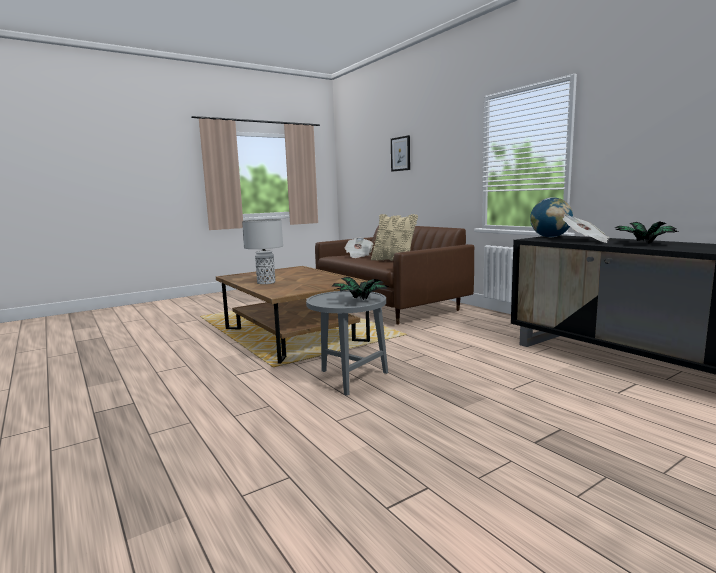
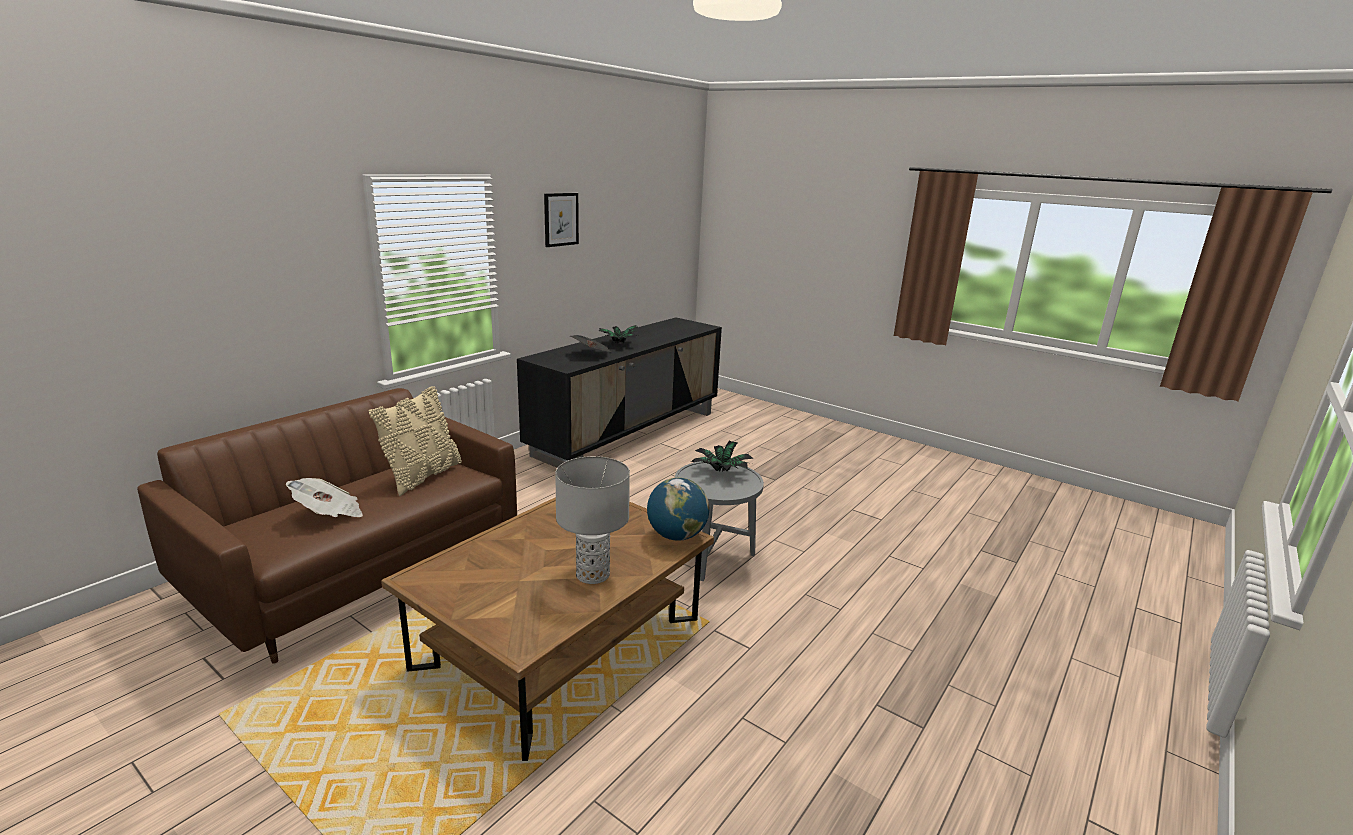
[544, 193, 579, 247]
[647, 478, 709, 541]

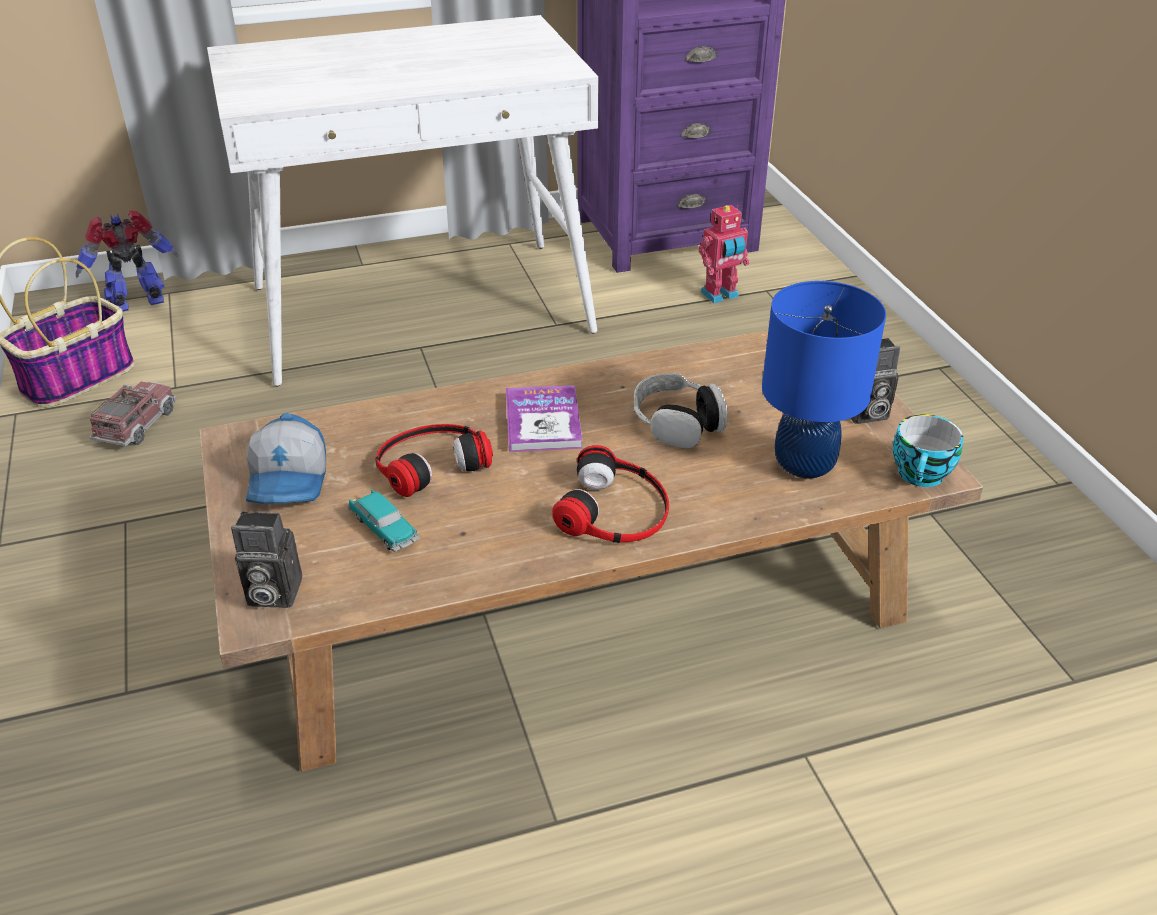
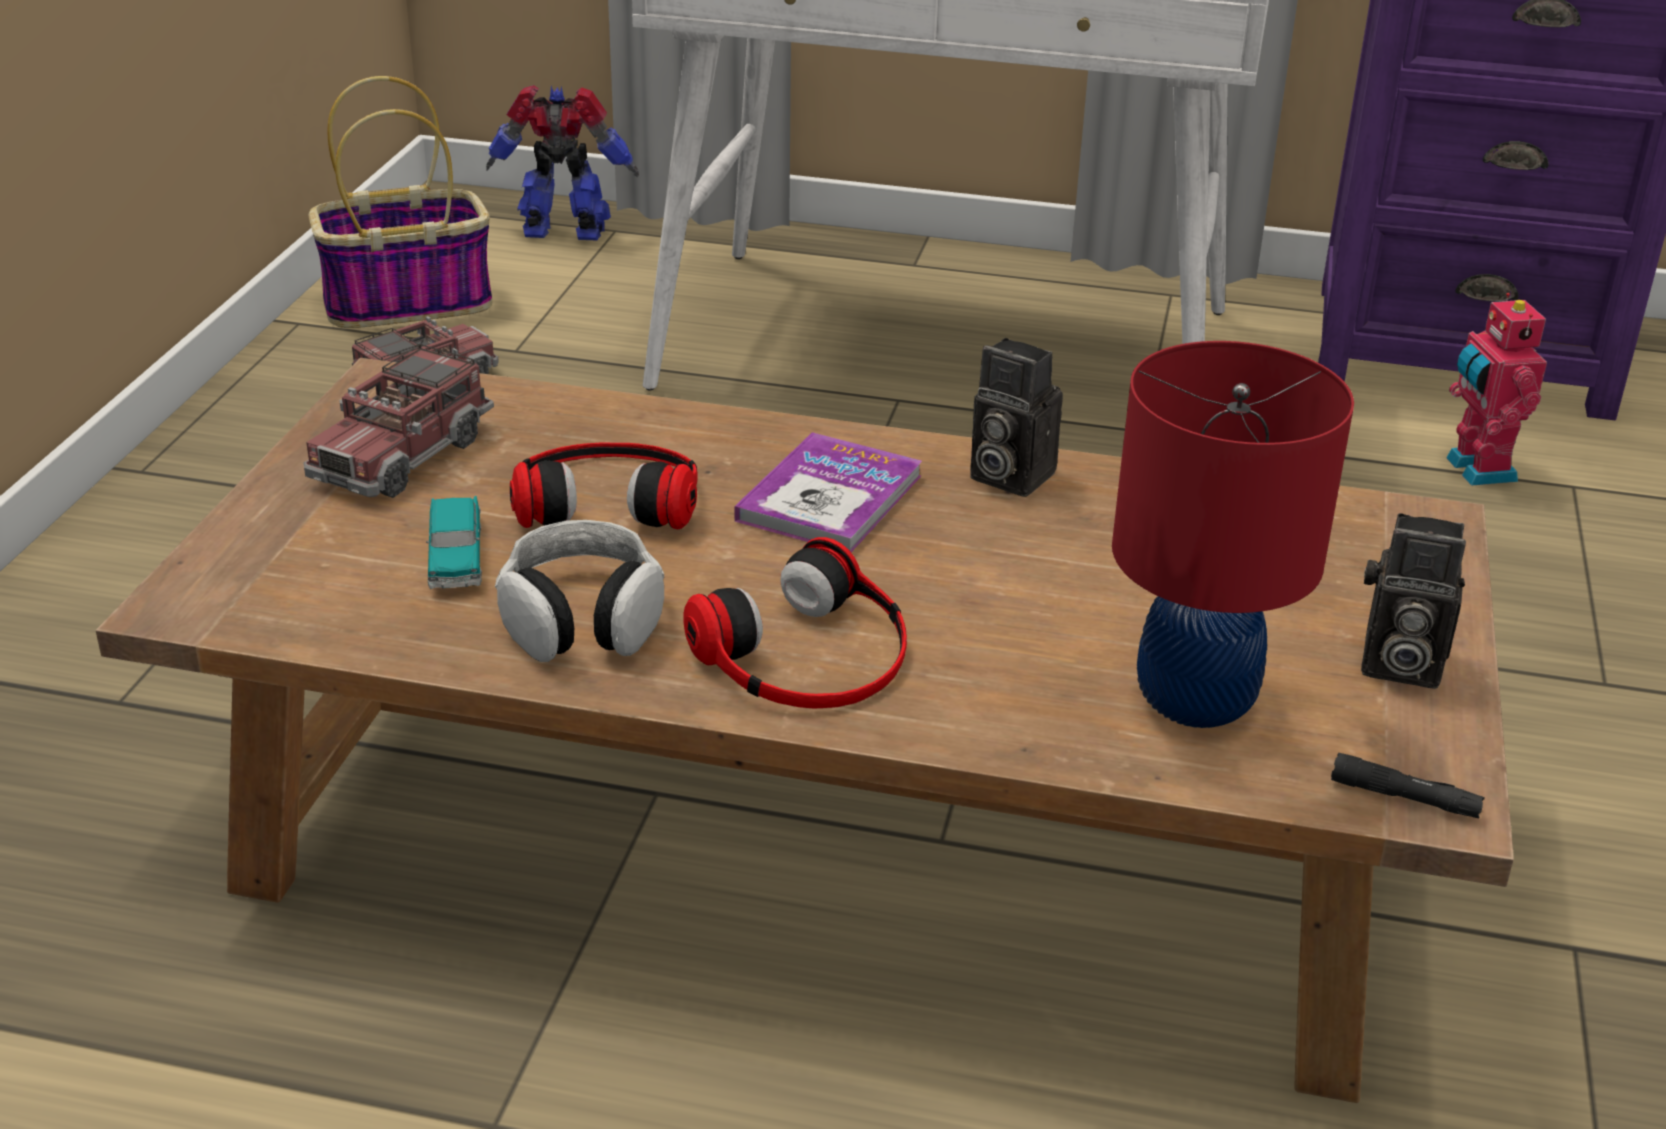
[1447, 293, 1547, 486]
[1112, 341, 1354, 728]
[495, 520, 664, 662]
[303, 344, 494, 498]
[1331, 753, 1485, 818]
[970, 338, 1063, 497]

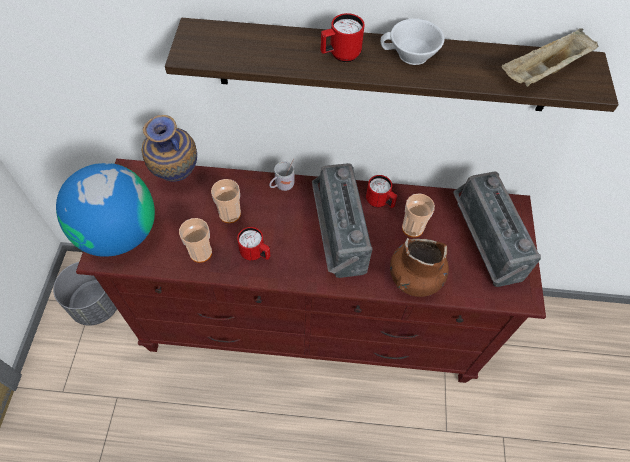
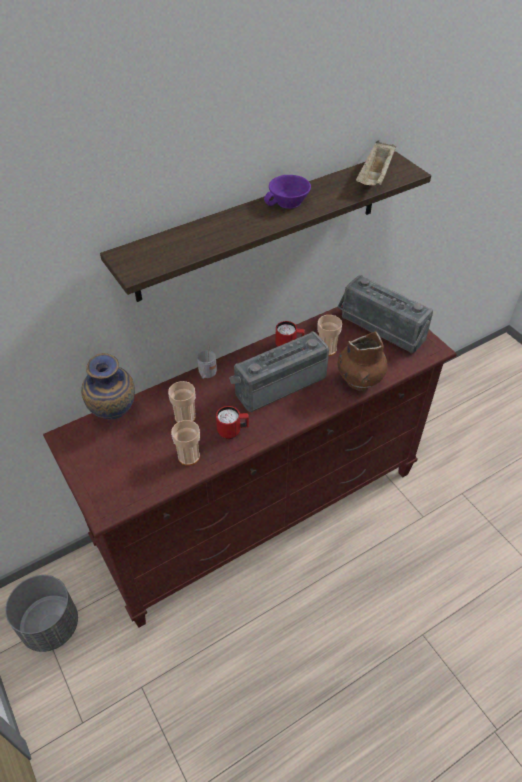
[321, 13, 365, 62] (first image)
[264, 175, 311, 209]
[56, 163, 155, 257] (first image)
[229, 332, 329, 412]

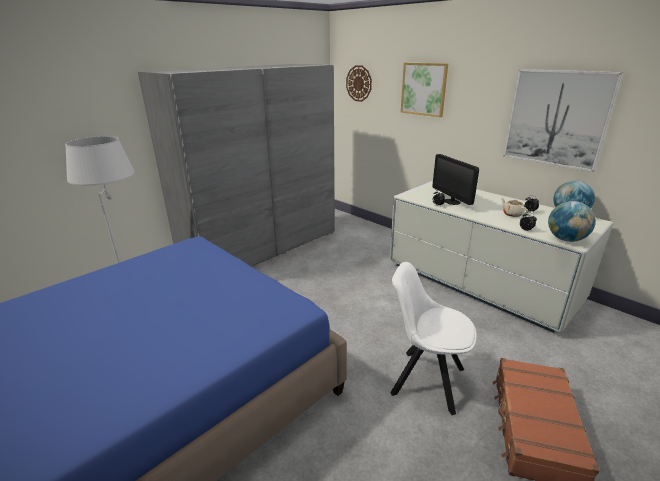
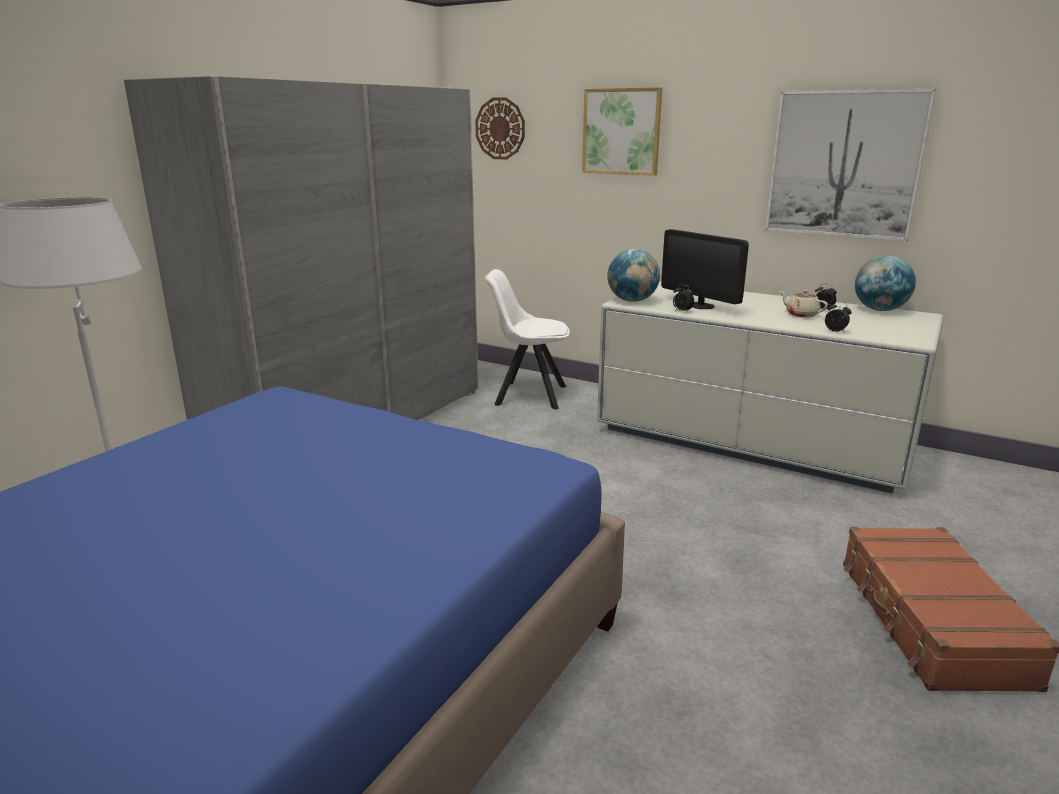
[607, 249, 660, 302]
[485, 269, 570, 409]

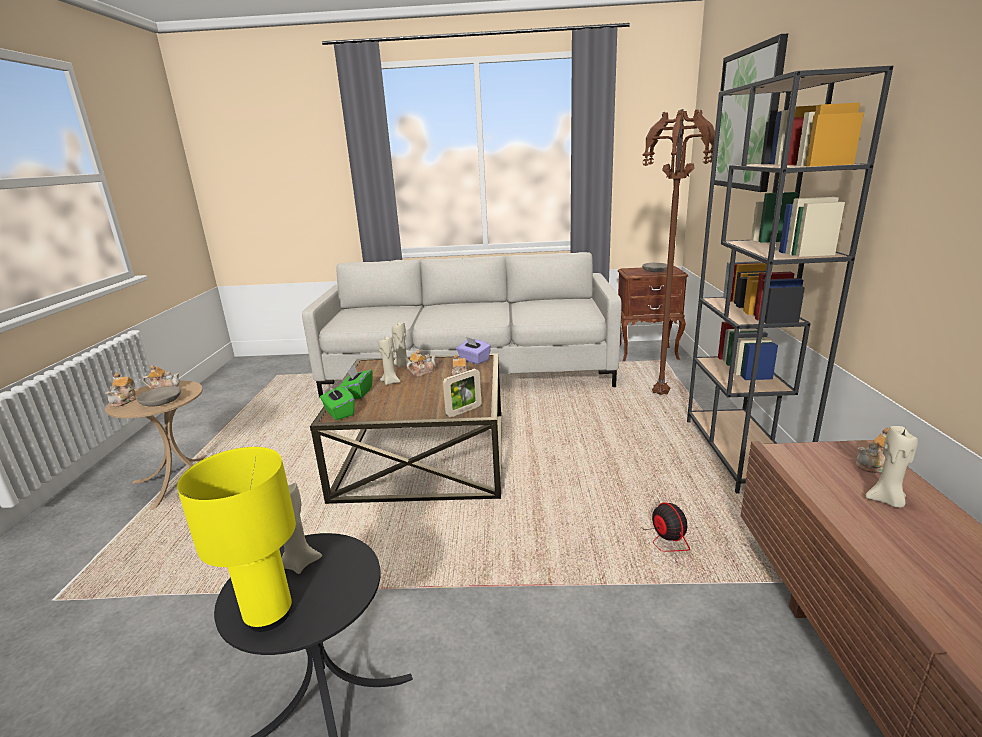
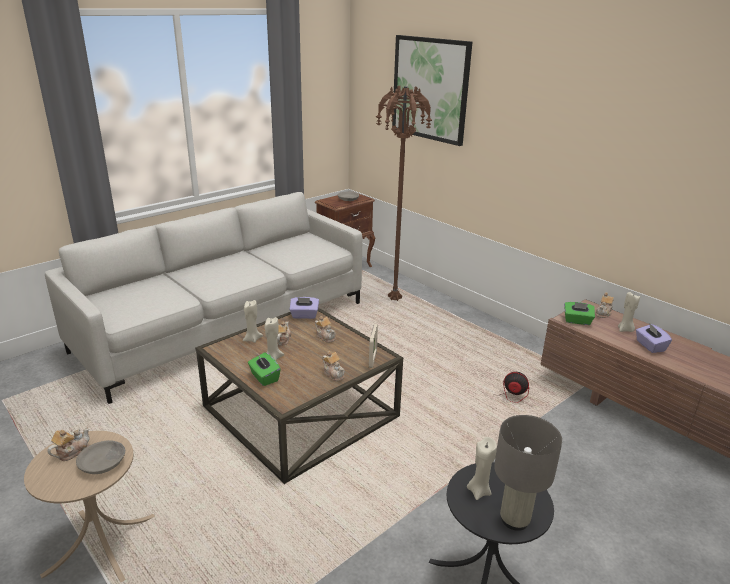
[687, 66, 893, 493] (first image)
[322, 351, 345, 381]
[564, 302, 595, 325]
[494, 415, 562, 531]
[636, 323, 672, 353]

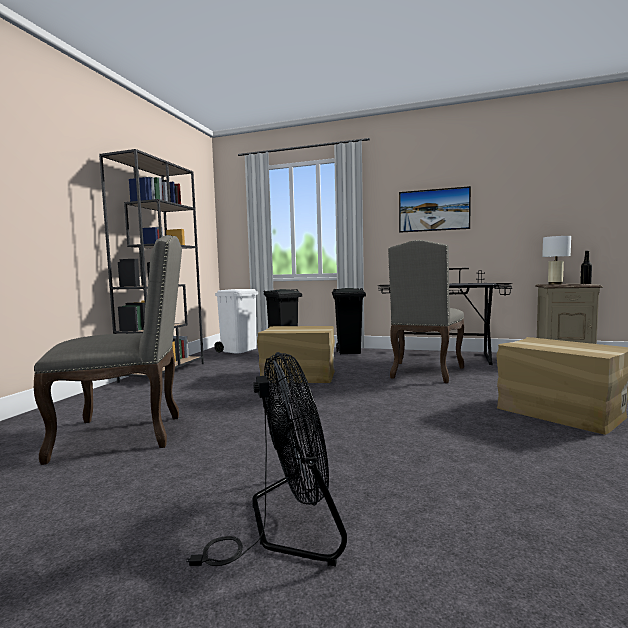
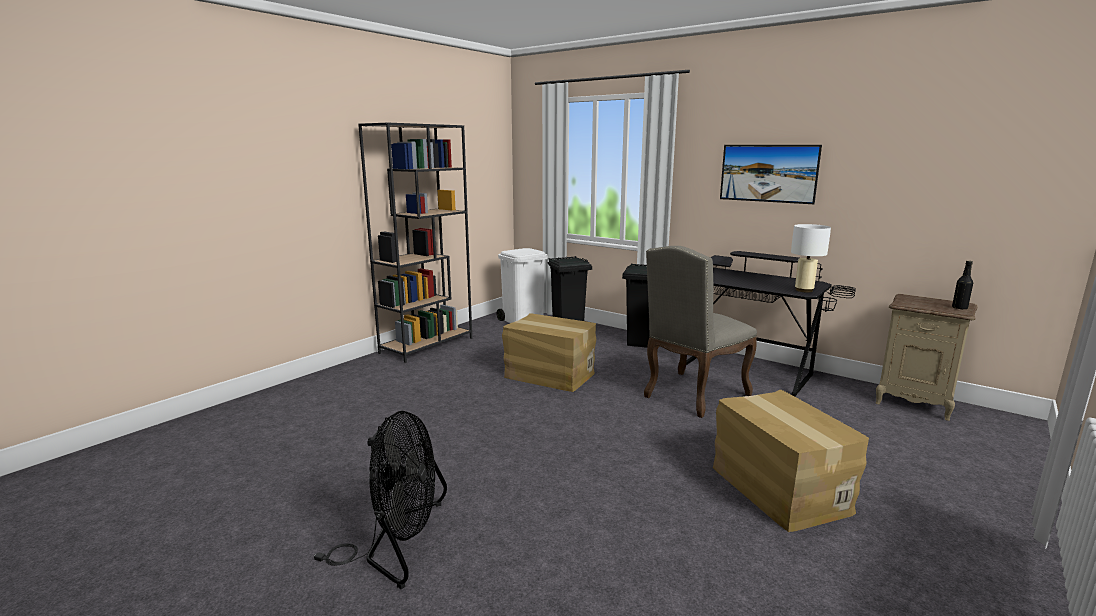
[34, 235, 182, 465] (first image)
[791, 224, 831, 293]

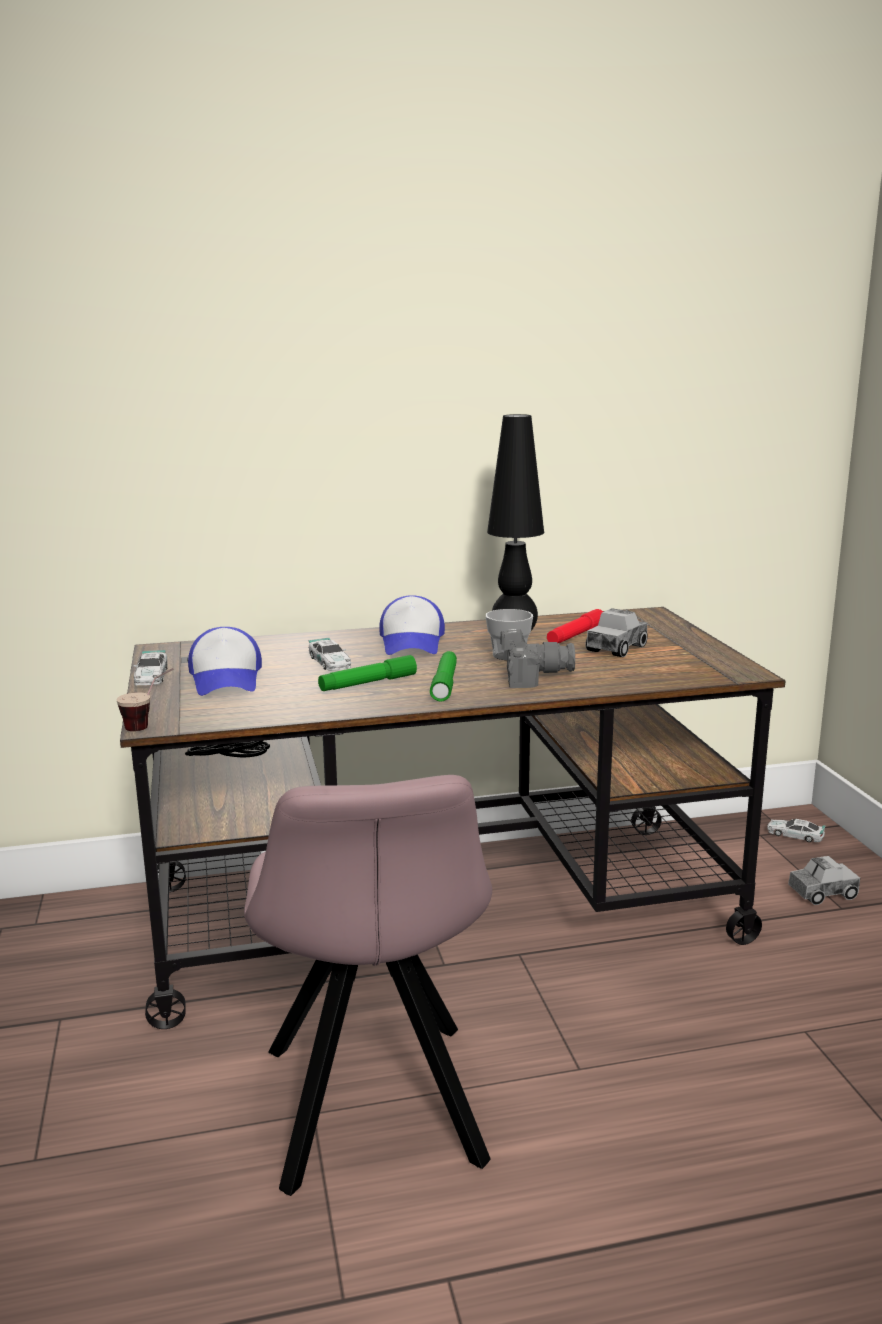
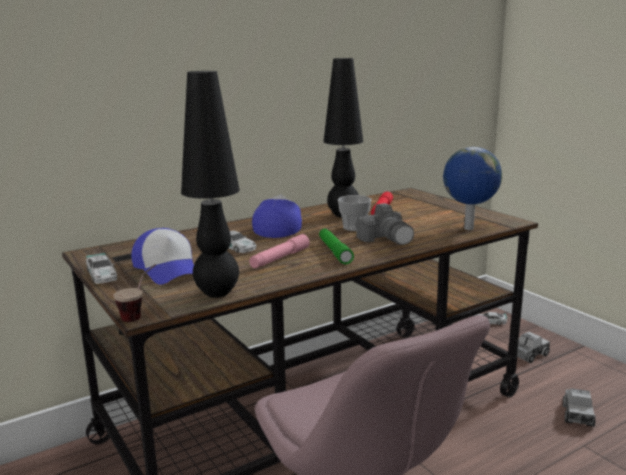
[252, 195, 302, 238]
[563, 388, 596, 427]
[355, 203, 414, 245]
[249, 234, 310, 268]
[181, 71, 240, 298]
[443, 147, 502, 230]

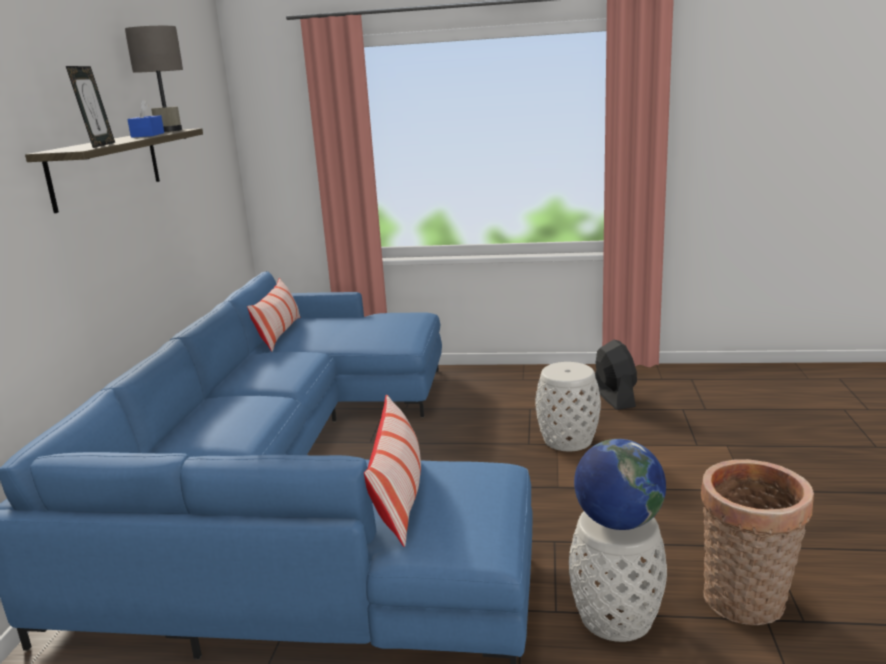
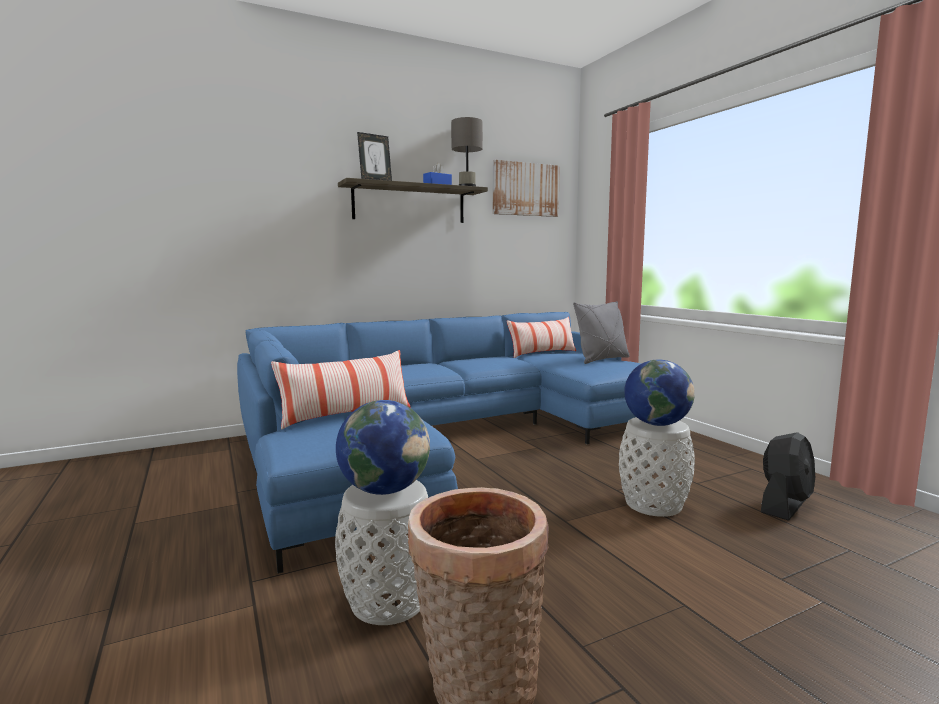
[493, 160, 560, 217]
[573, 301, 630, 364]
[624, 360, 695, 426]

